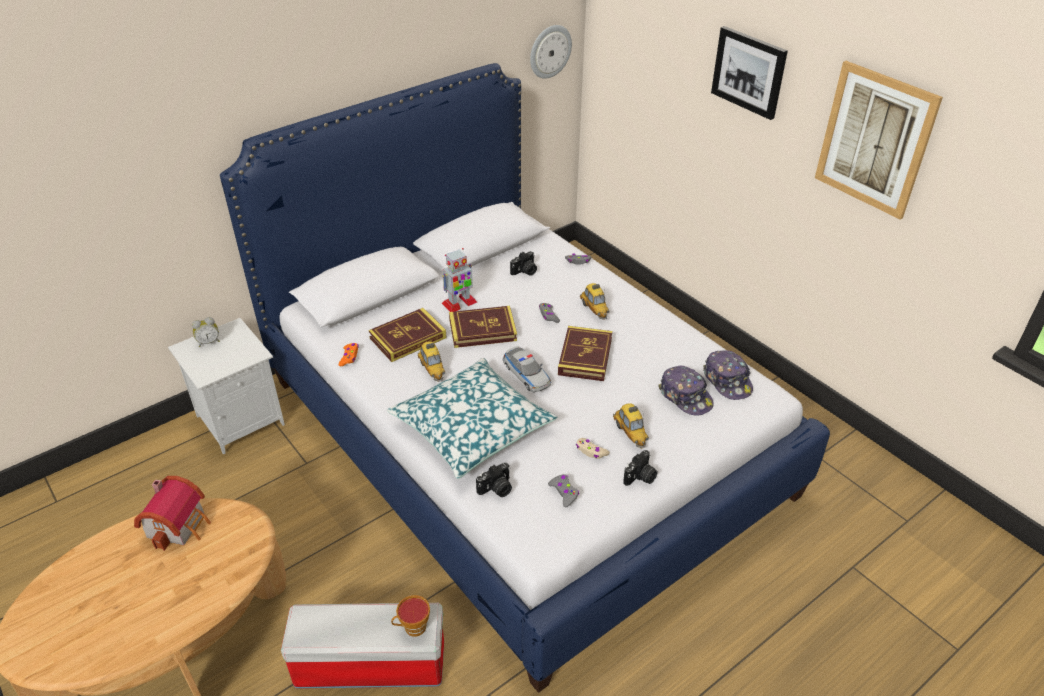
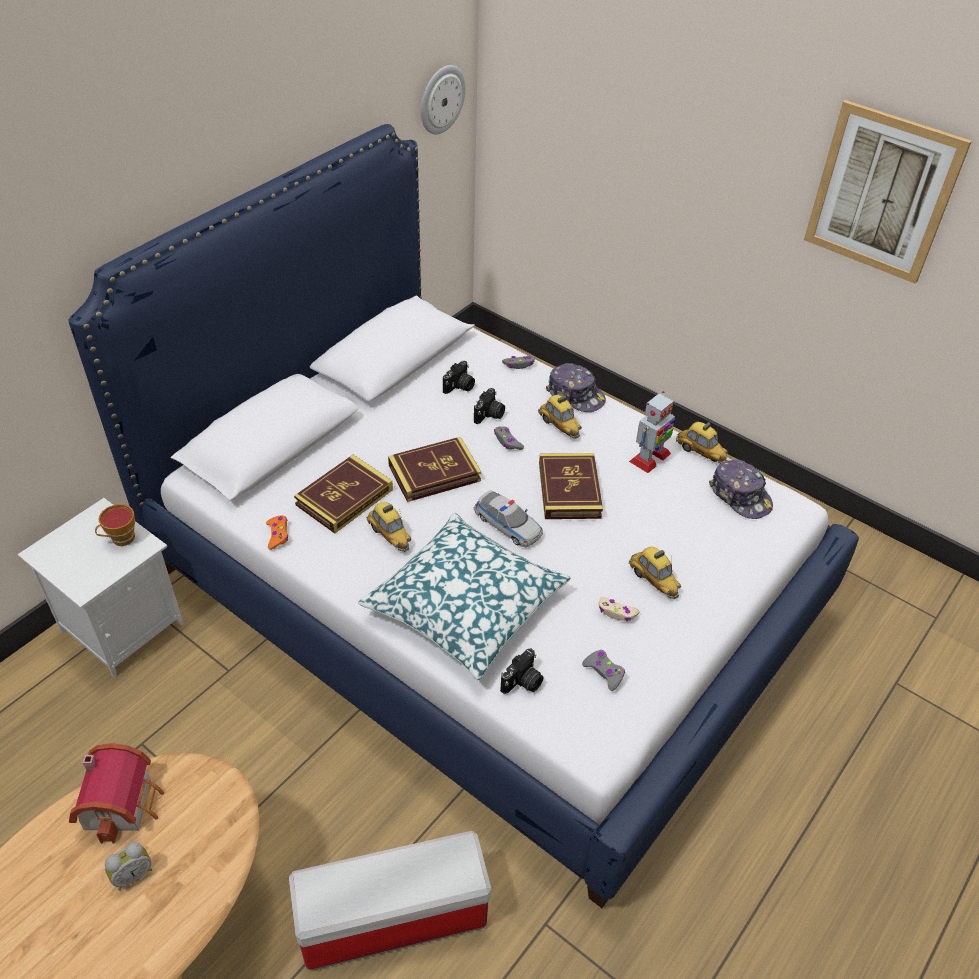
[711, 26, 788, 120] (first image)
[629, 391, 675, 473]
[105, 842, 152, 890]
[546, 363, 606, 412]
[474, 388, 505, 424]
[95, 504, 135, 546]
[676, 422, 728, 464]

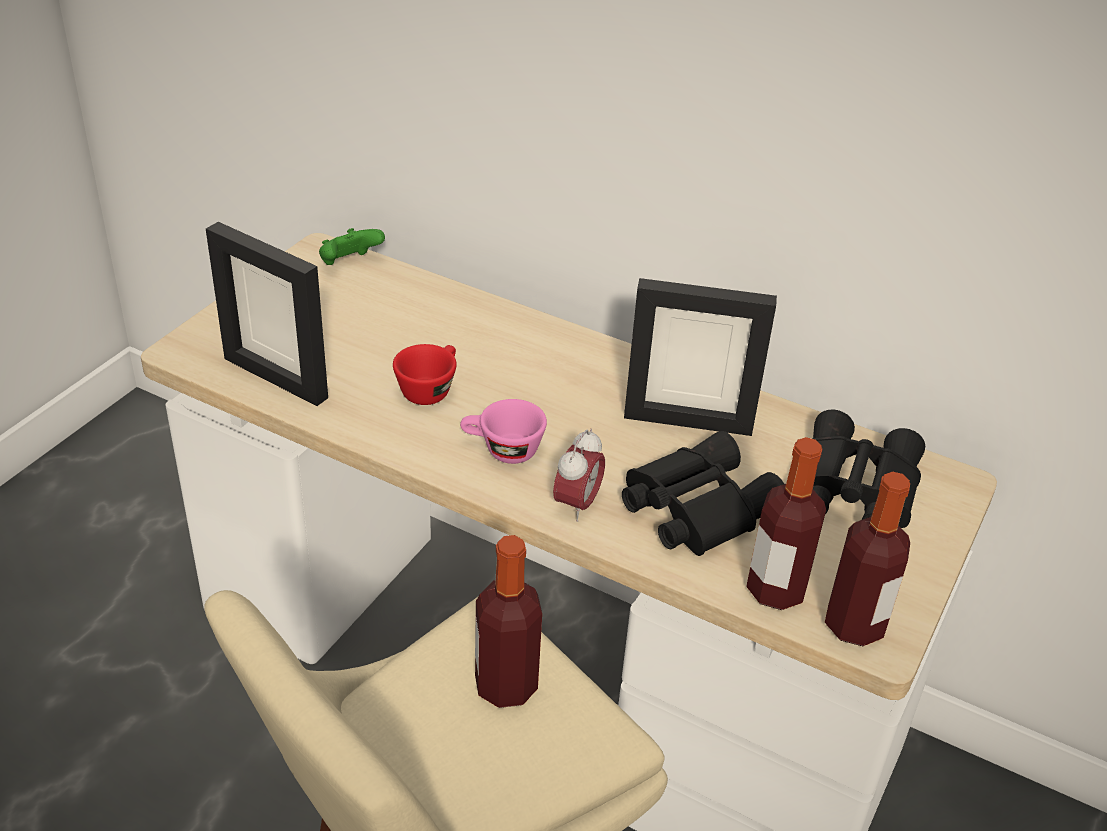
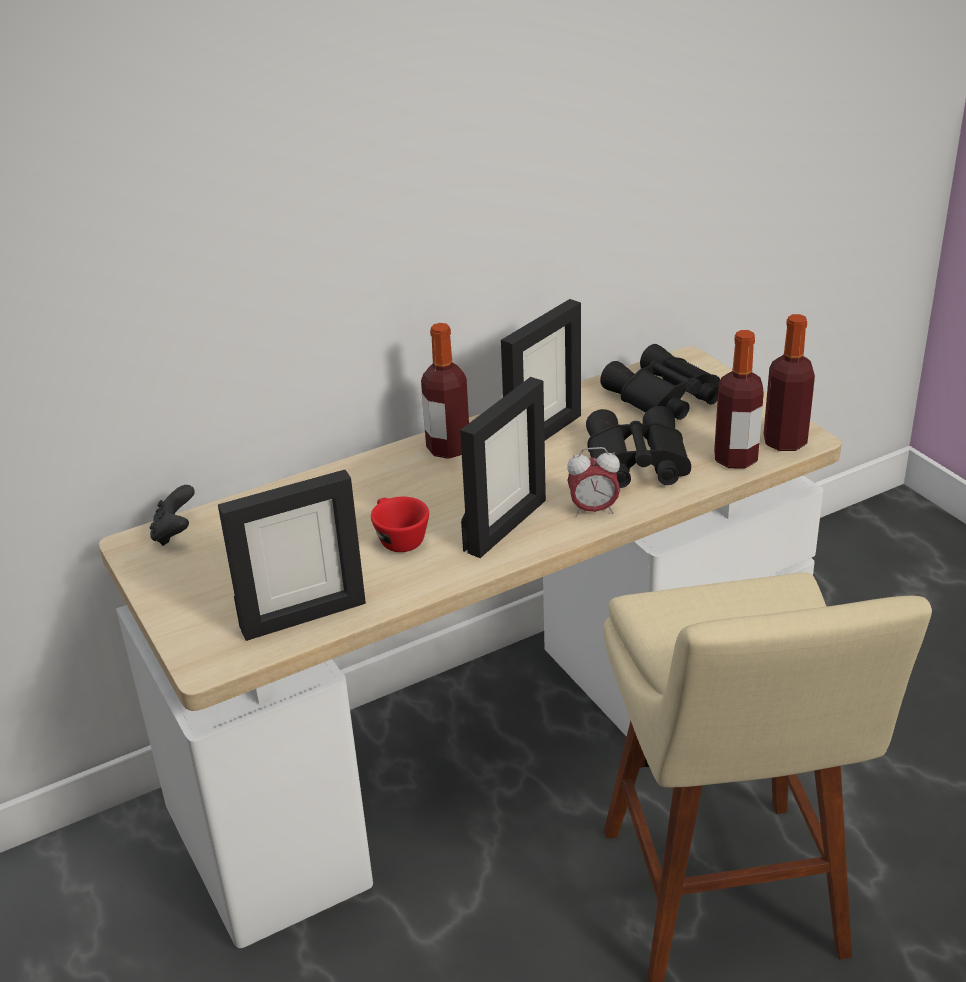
[150, 485, 195, 546]
[460, 377, 546, 558]
[567, 447, 620, 516]
[421, 323, 469, 459]

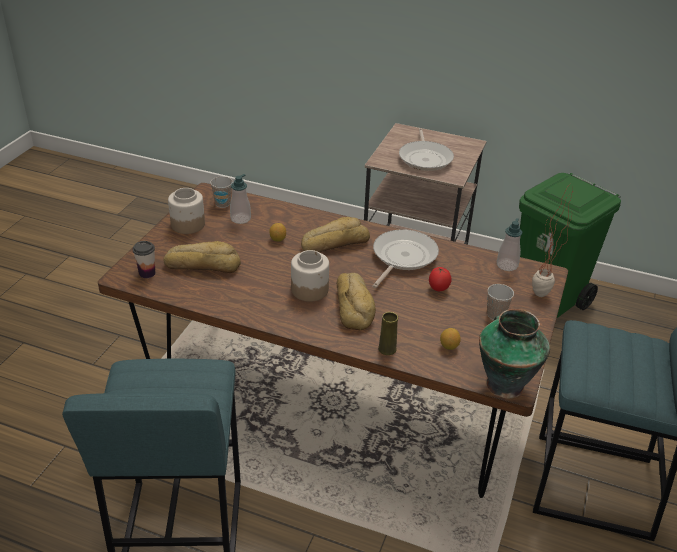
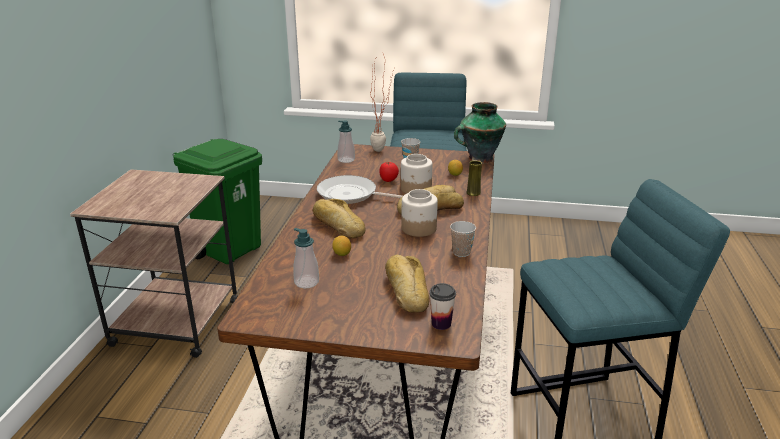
[399, 128, 454, 171] (first image)
[450, 221, 476, 257]
[401, 154, 433, 194]

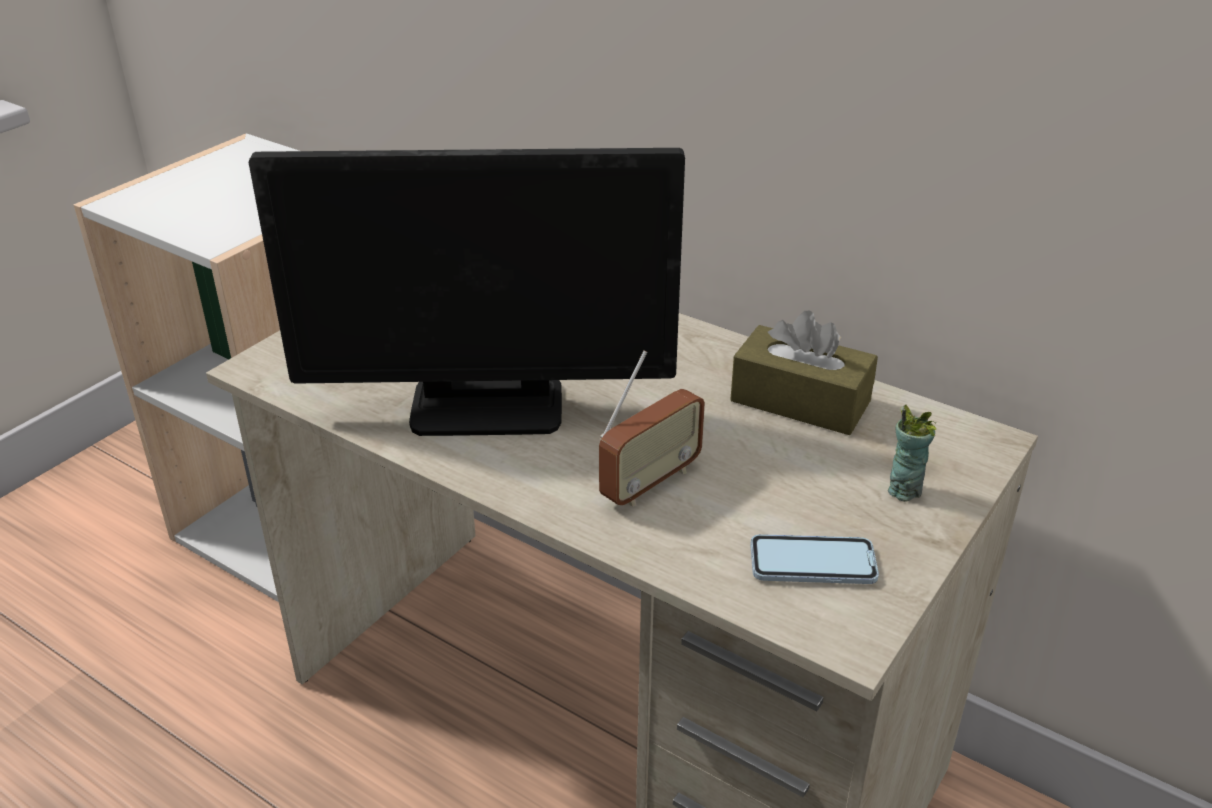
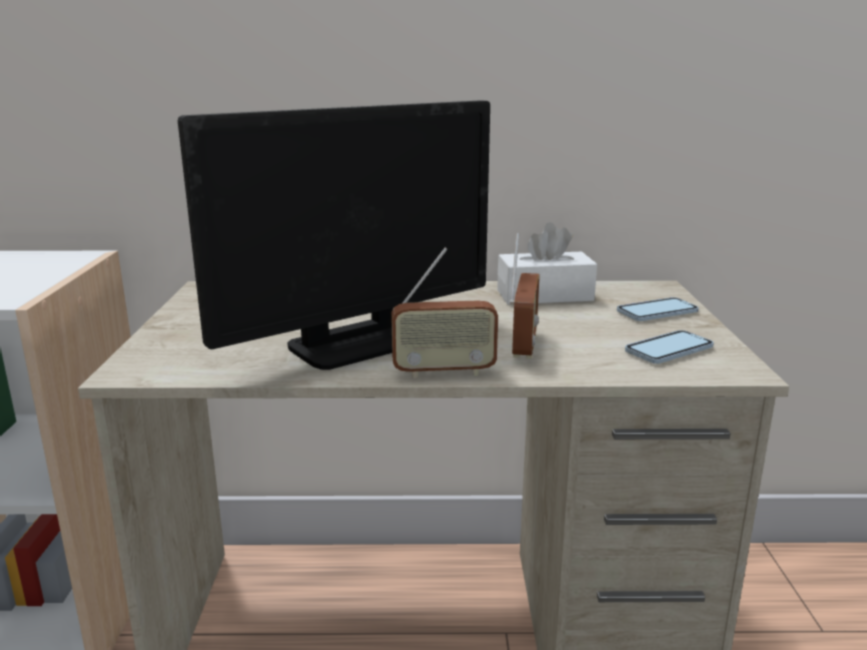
[497, 222, 597, 305]
[617, 297, 699, 321]
[391, 248, 498, 379]

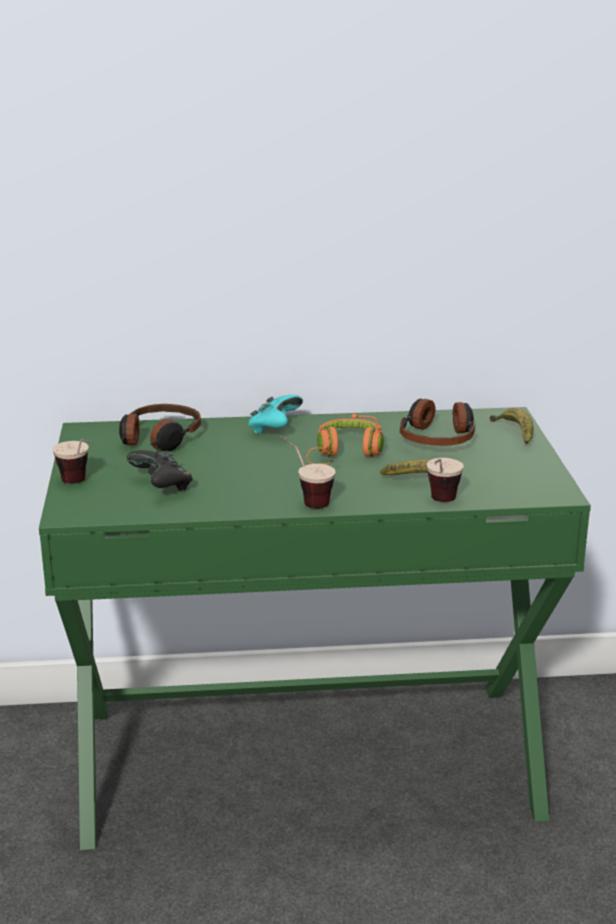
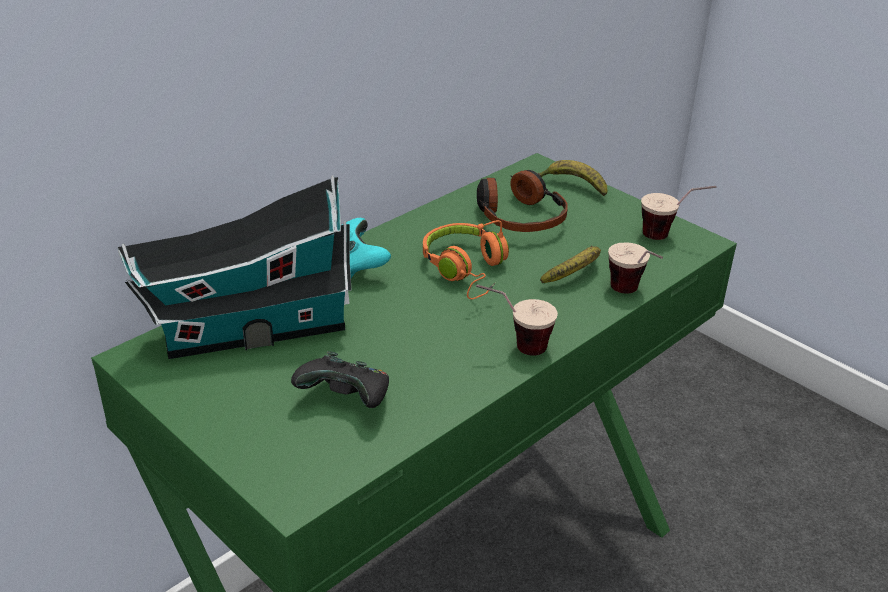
[118, 175, 352, 359]
[641, 186, 716, 240]

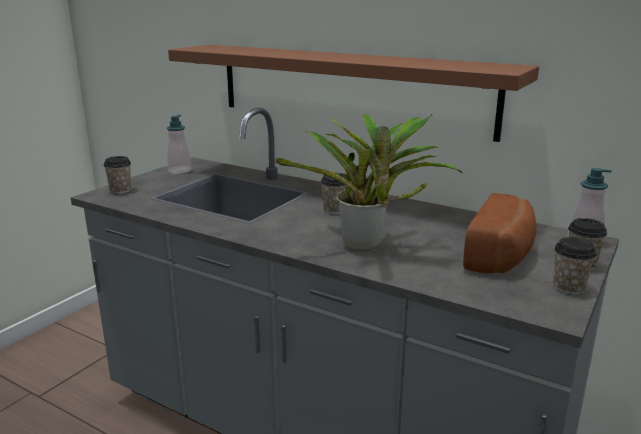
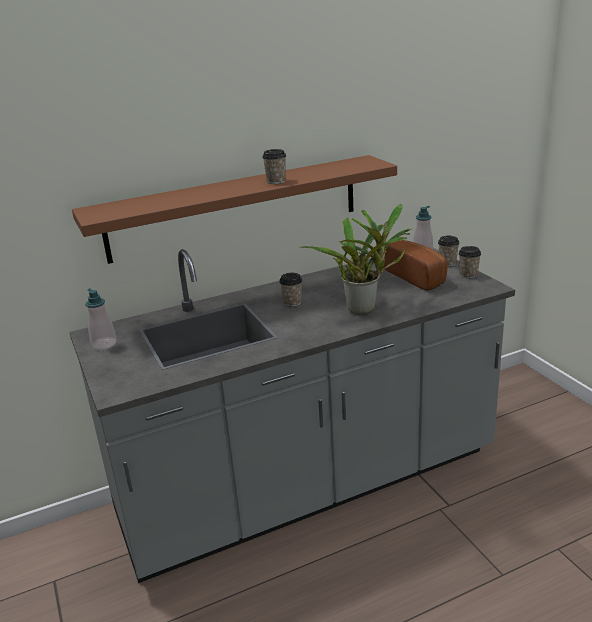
[262, 149, 286, 184]

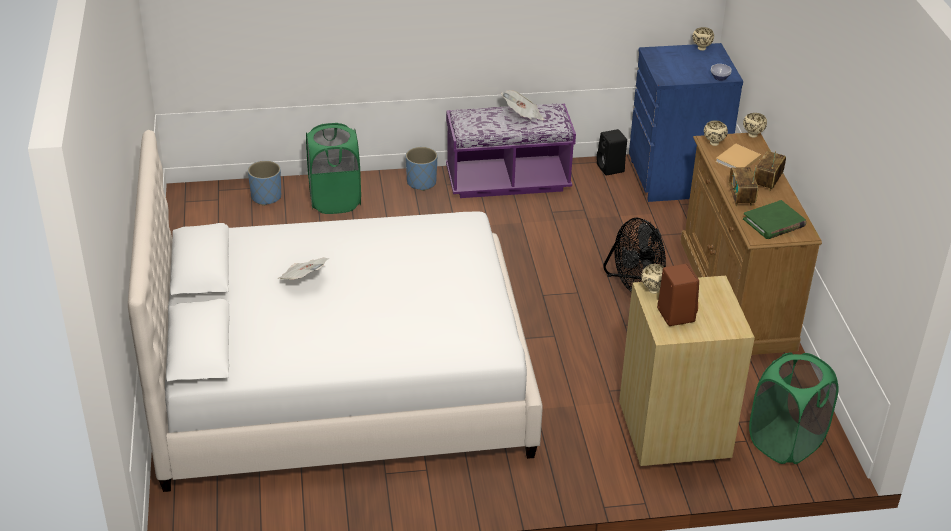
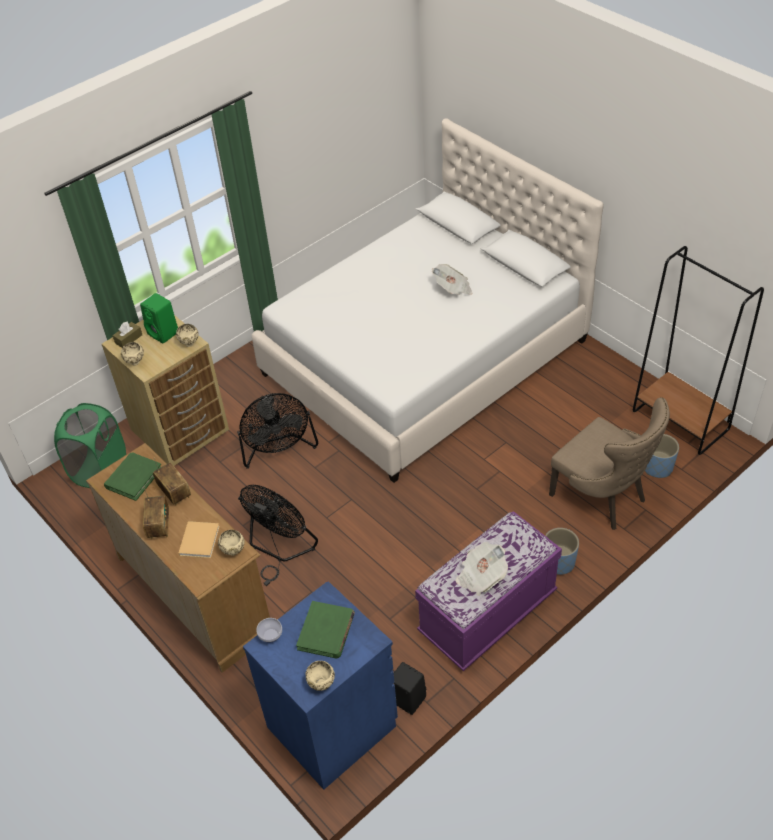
[121, 342, 144, 365]
[549, 397, 670, 530]
[140, 293, 178, 343]
[633, 246, 764, 455]
[113, 321, 142, 348]
[237, 393, 318, 469]
[296, 601, 355, 659]

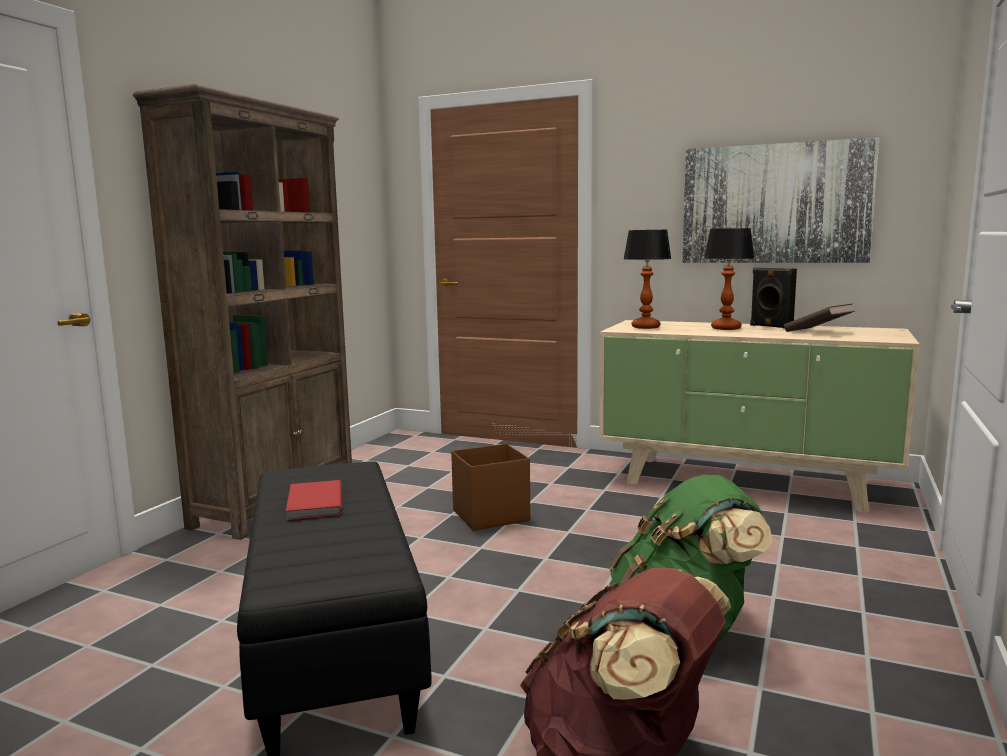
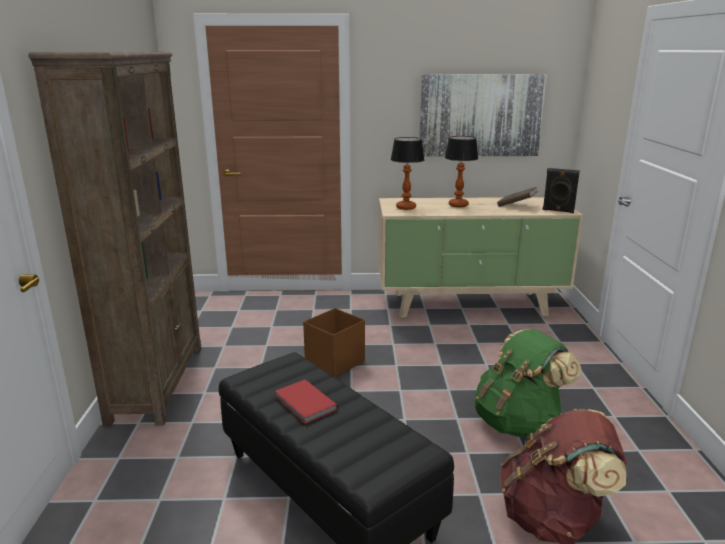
[543, 168, 580, 213]

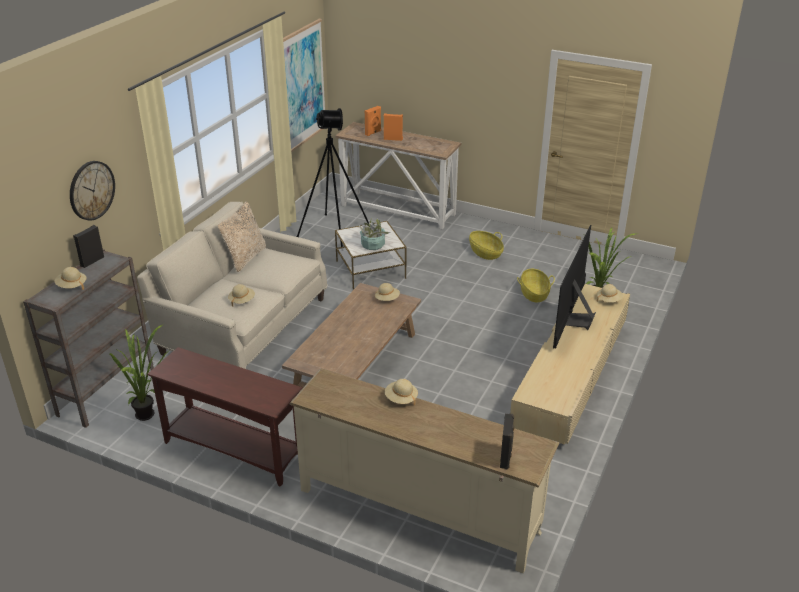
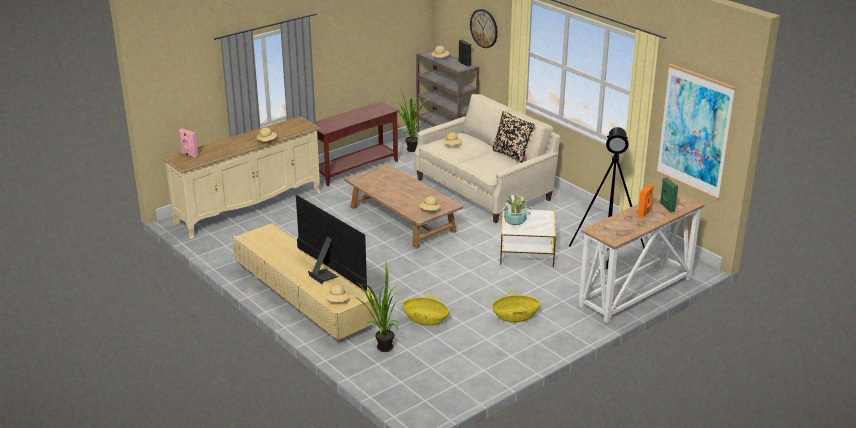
[660, 178, 678, 213]
[493, 111, 535, 163]
[179, 128, 198, 158]

